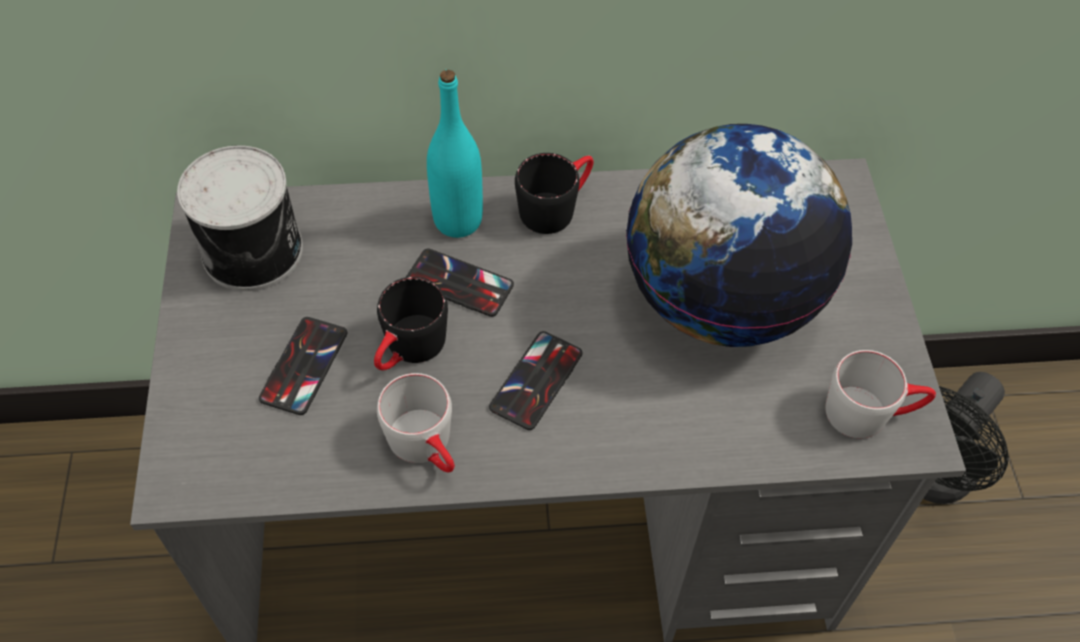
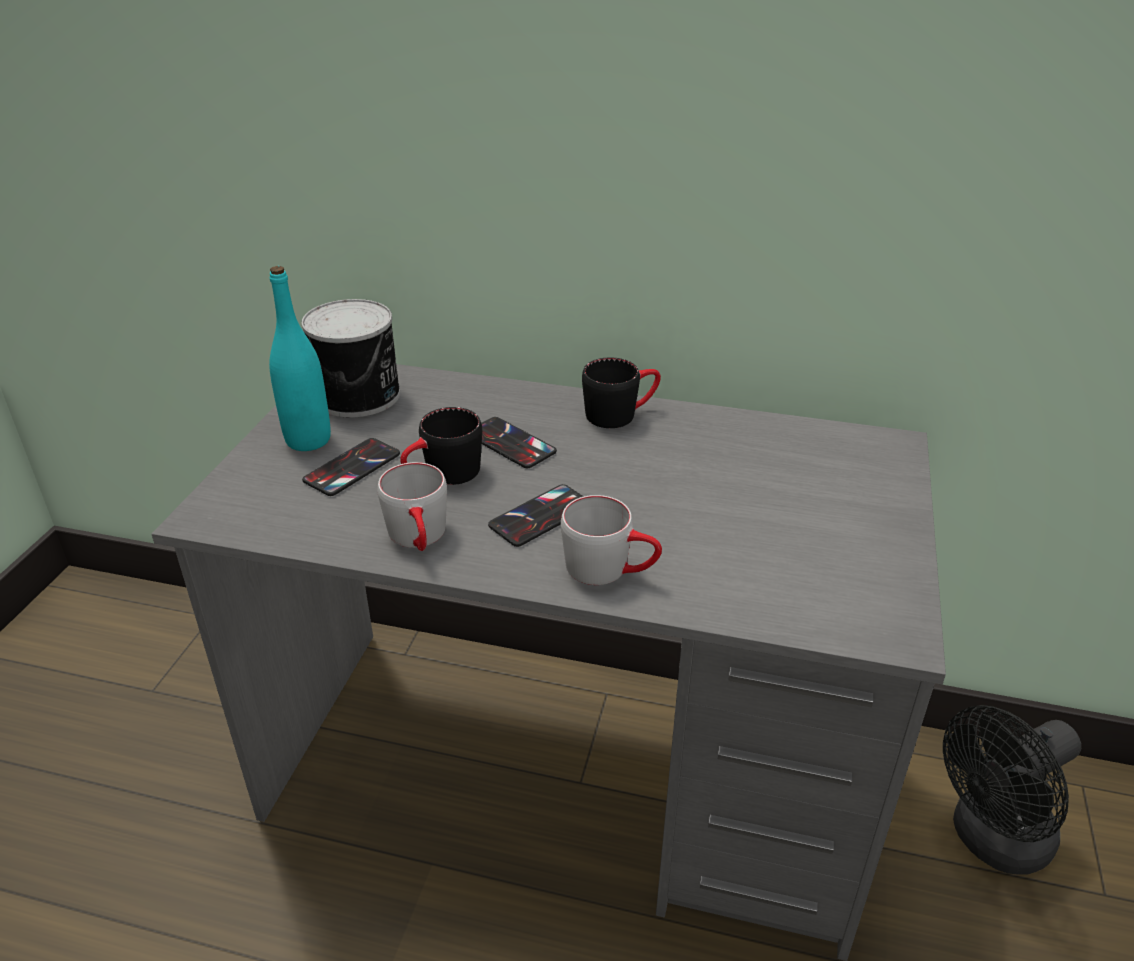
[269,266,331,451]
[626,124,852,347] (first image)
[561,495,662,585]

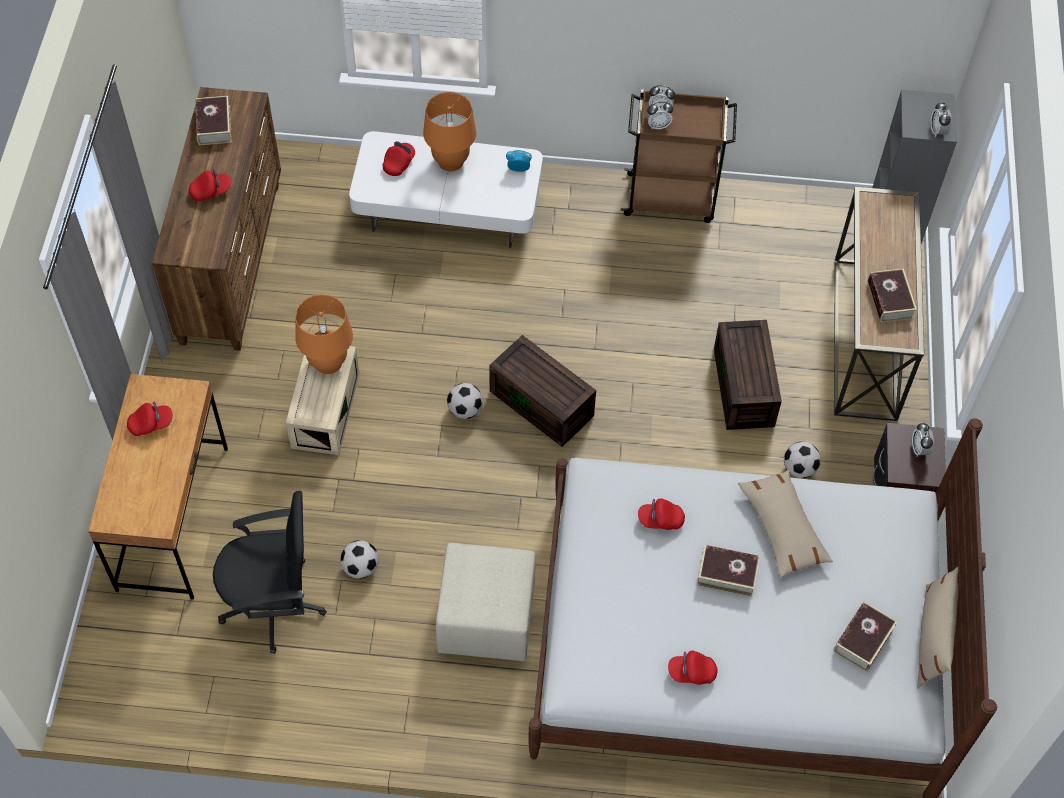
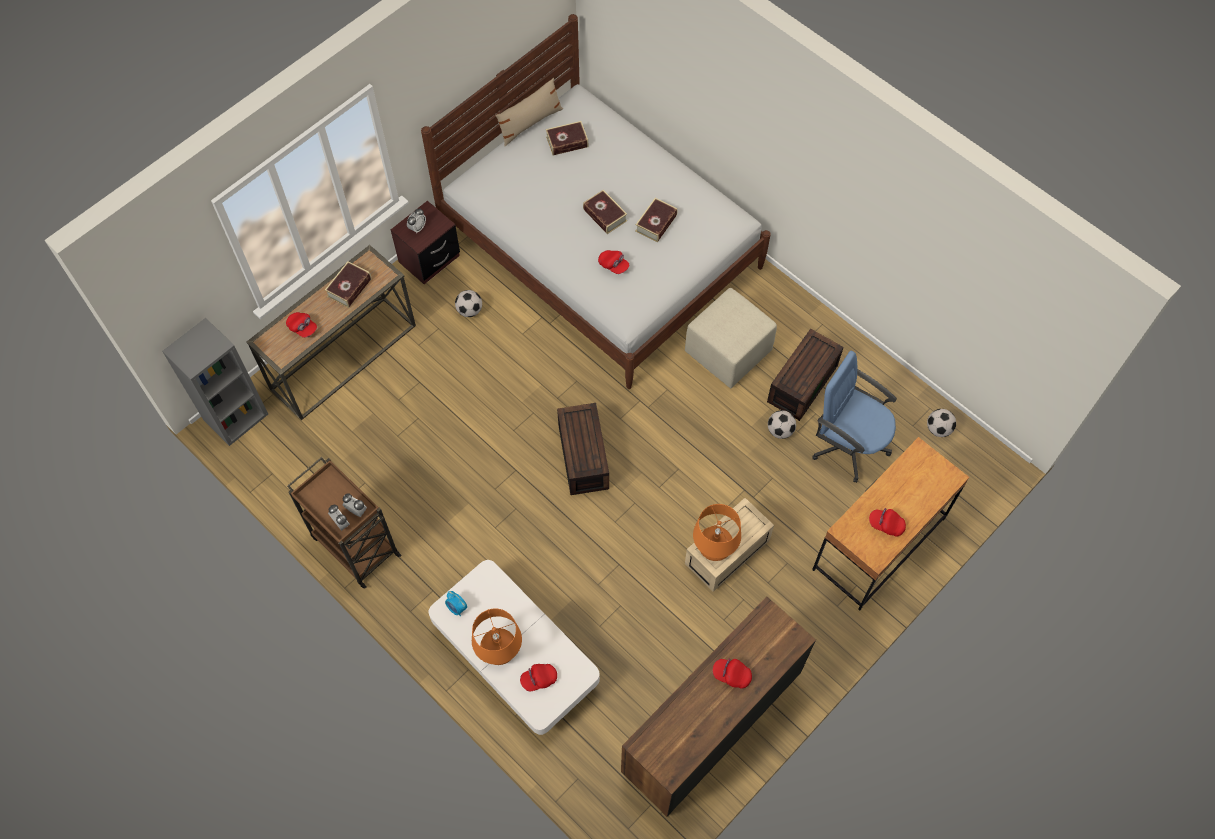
[635,198,677,242]
[812,351,897,483]
[927,409,956,437]
[286,312,317,338]
[767,329,844,421]
[738,470,833,578] (first image)
[931,102,952,137] (first image)

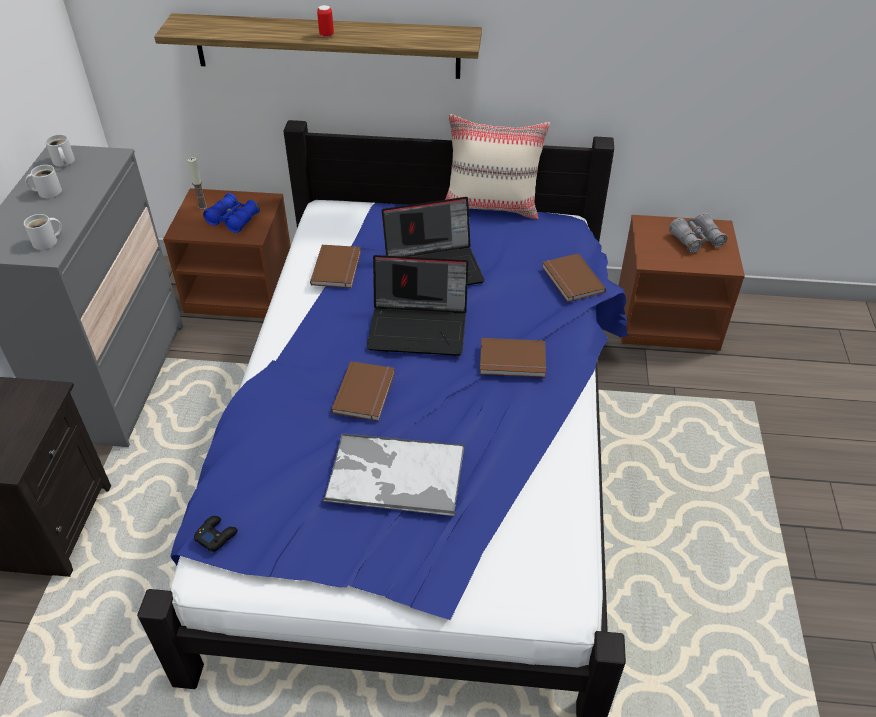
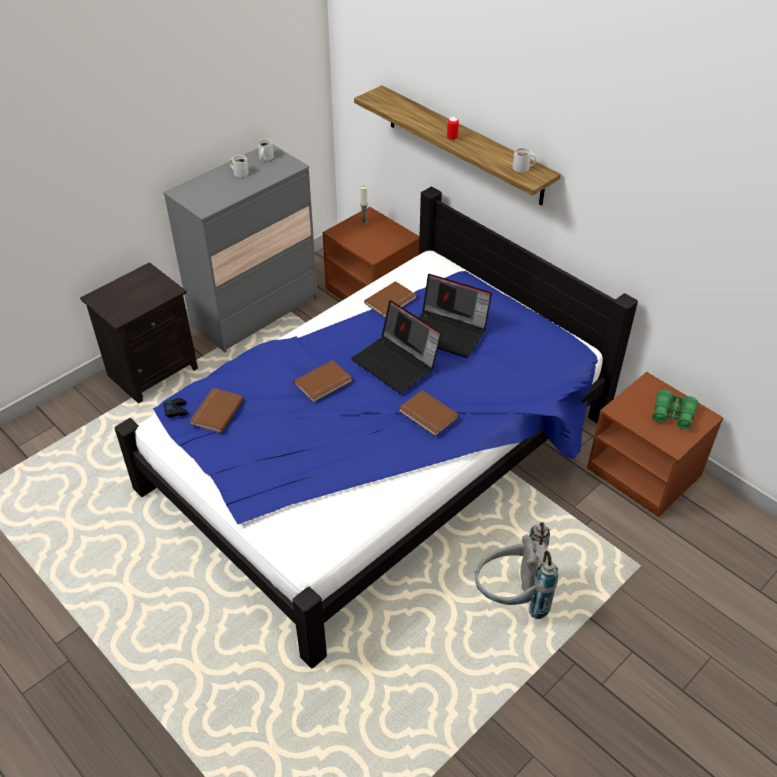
[513,147,536,172]
[203,193,260,233] (first image)
[323,433,465,516] (first image)
[445,114,550,220] (first image)
[190,388,244,433]
[652,390,698,430]
[475,522,558,619]

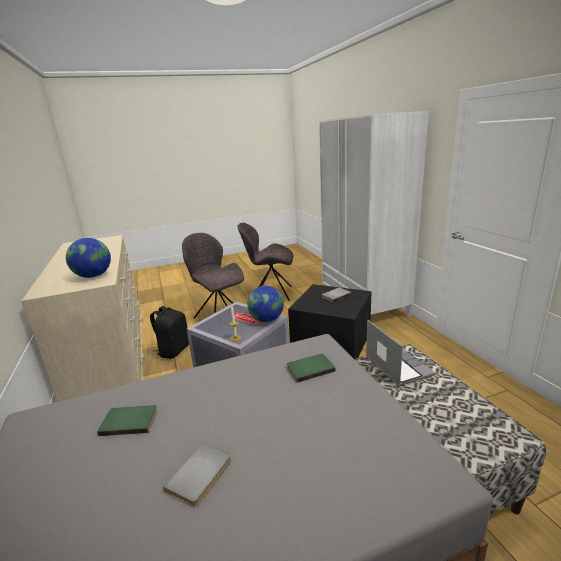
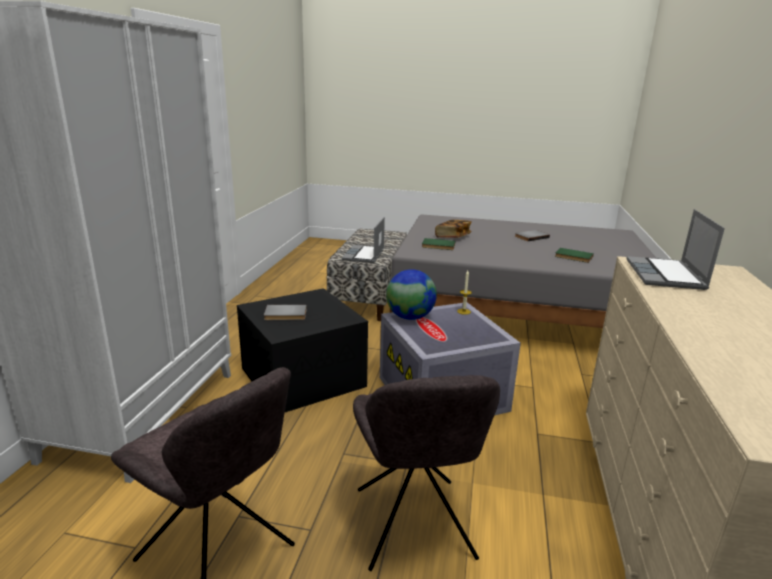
[626,209,725,290]
[150,306,189,359] (first image)
[435,220,472,238]

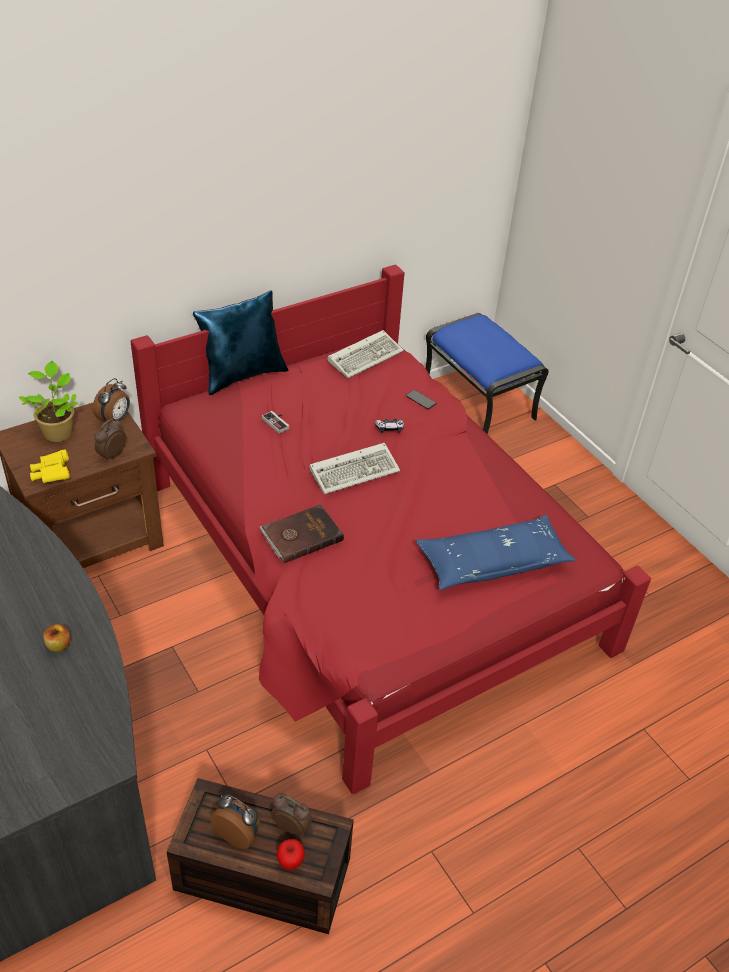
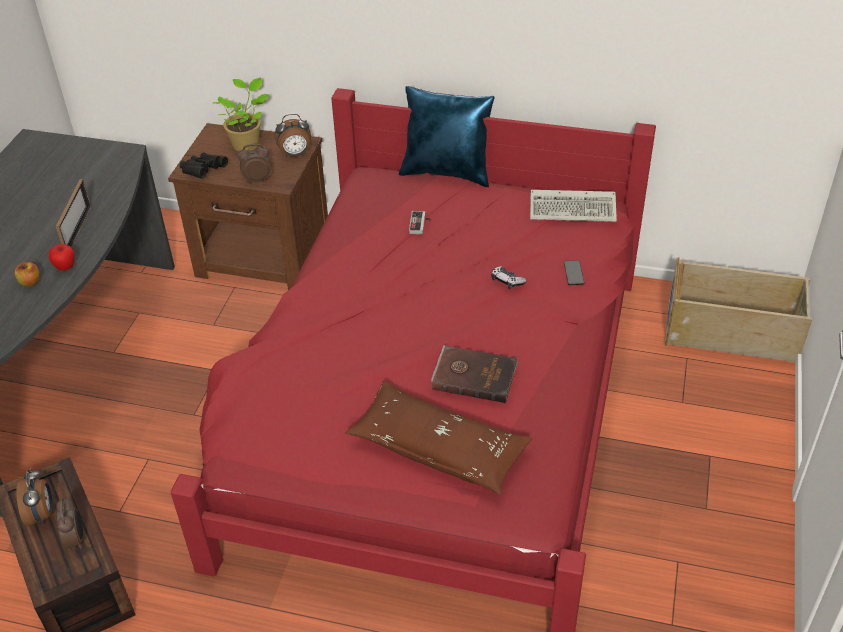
[180,153,228,178]
[431,345,518,403]
[49,244,74,271]
[309,443,400,494] (first image)
[345,381,532,495]
[665,257,812,362]
[56,179,91,248]

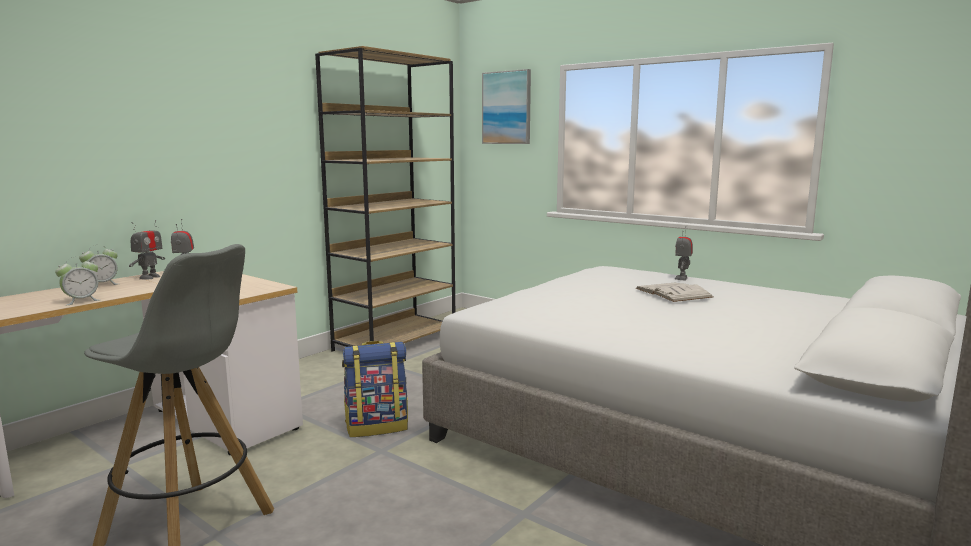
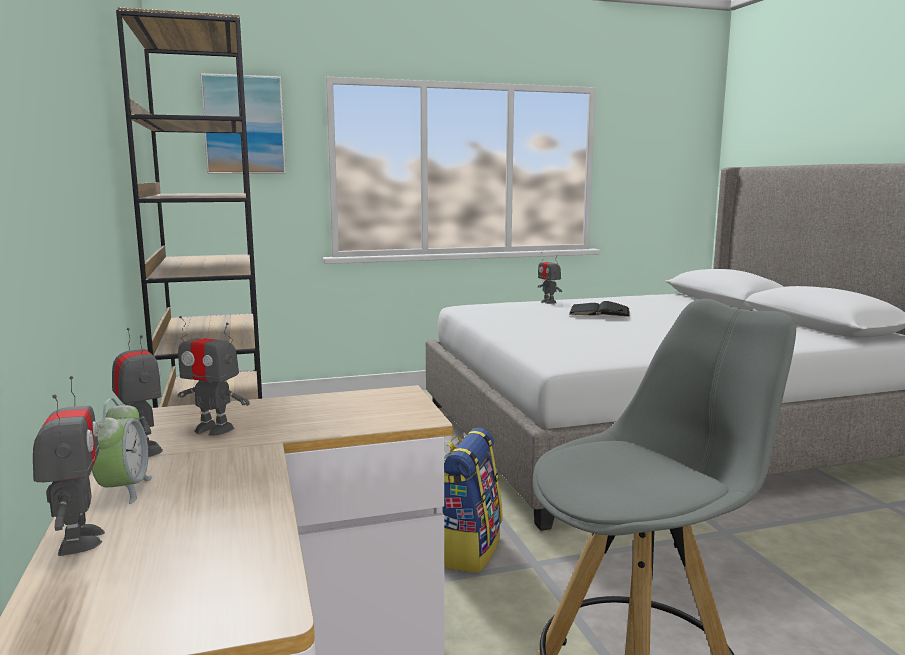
[55,257,100,306] (first image)
[569,301,630,317]
[33,376,105,556]

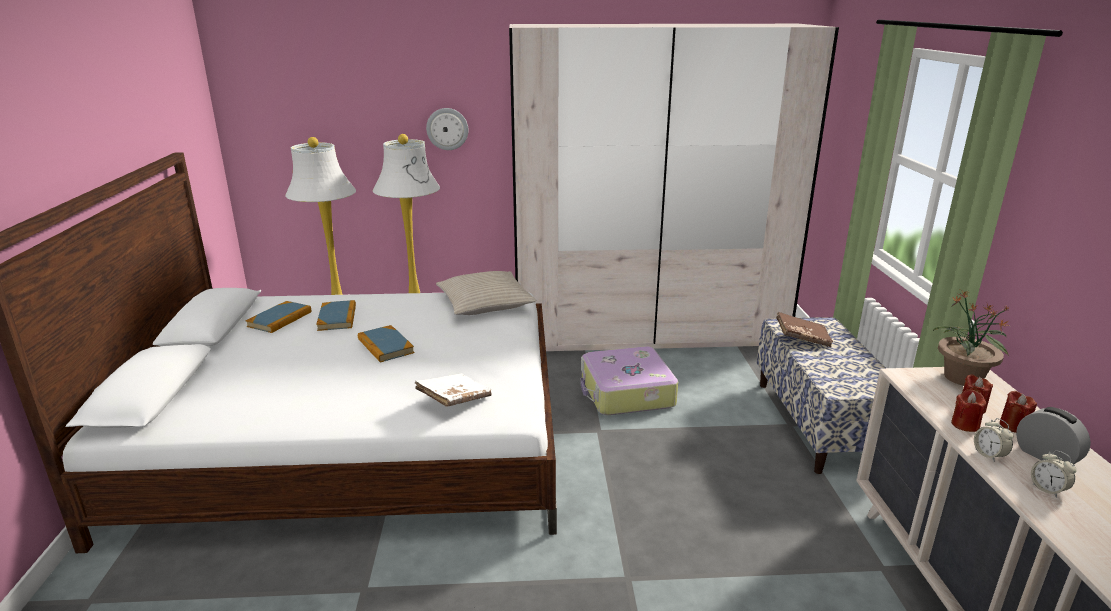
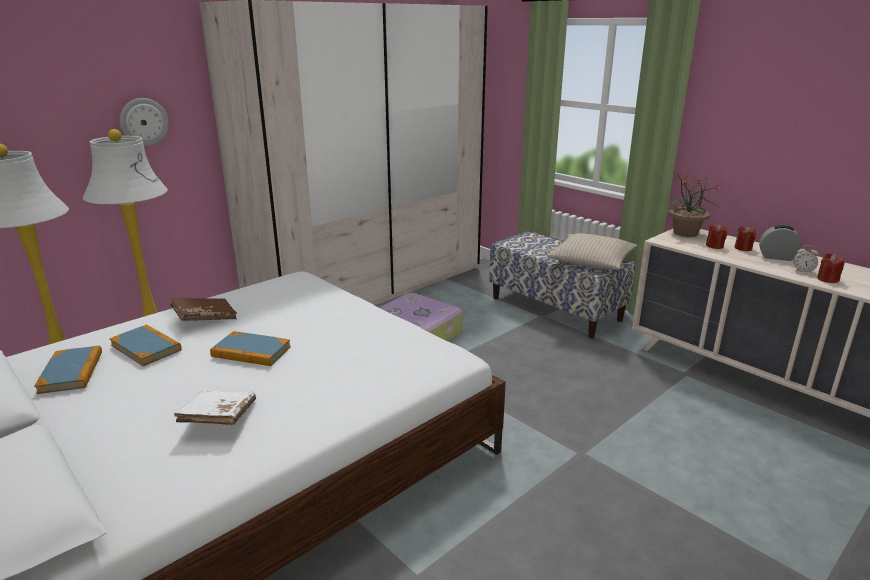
[174,390,256,425]
[546,233,637,270]
[169,298,237,321]
[817,253,845,283]
[974,418,1013,461] (first image)

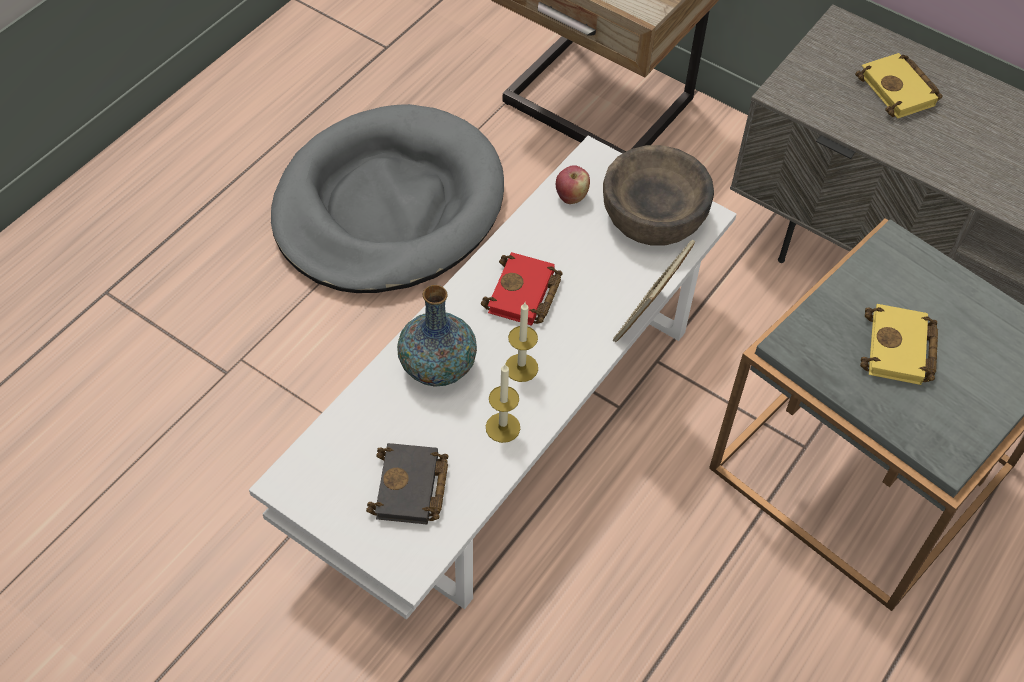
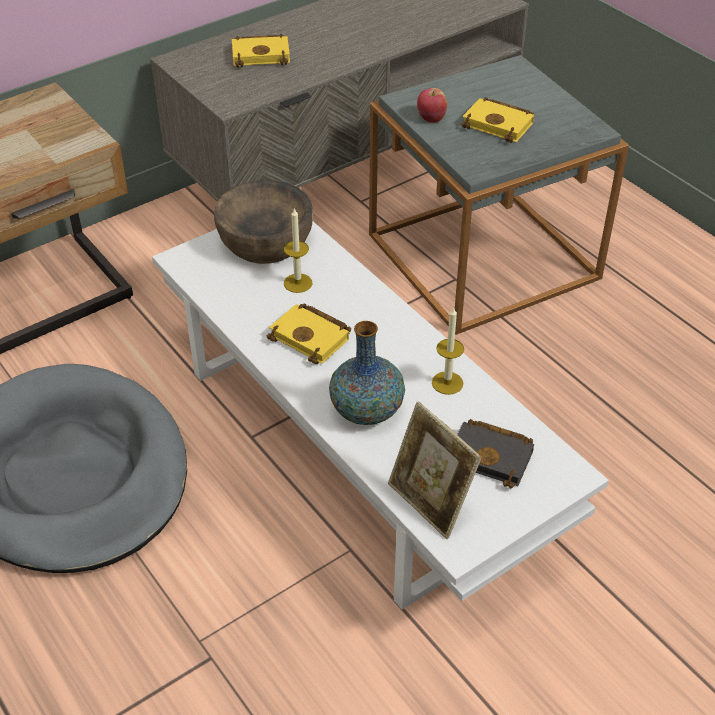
[267,304,351,364]
[284,208,312,293]
[417,88,447,123]
[388,401,482,539]

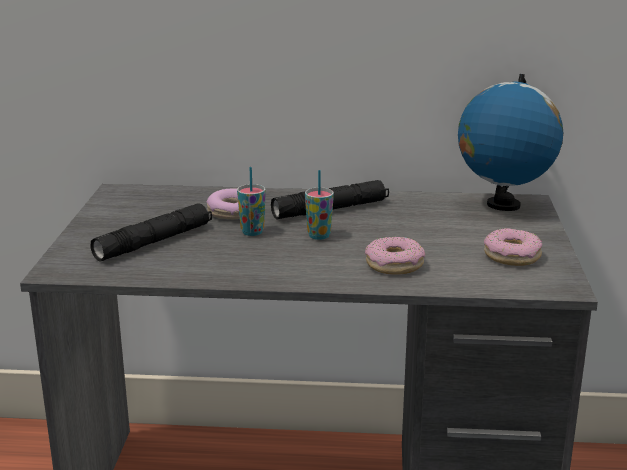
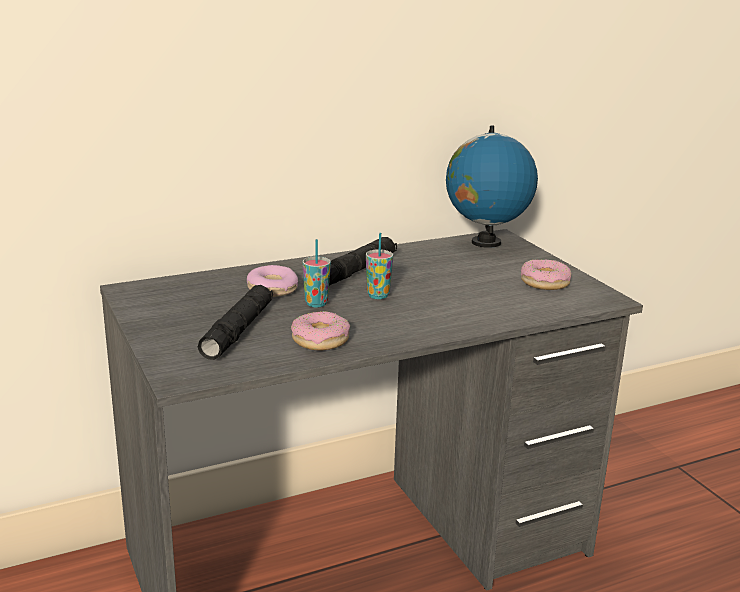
[291,311,350,351]

